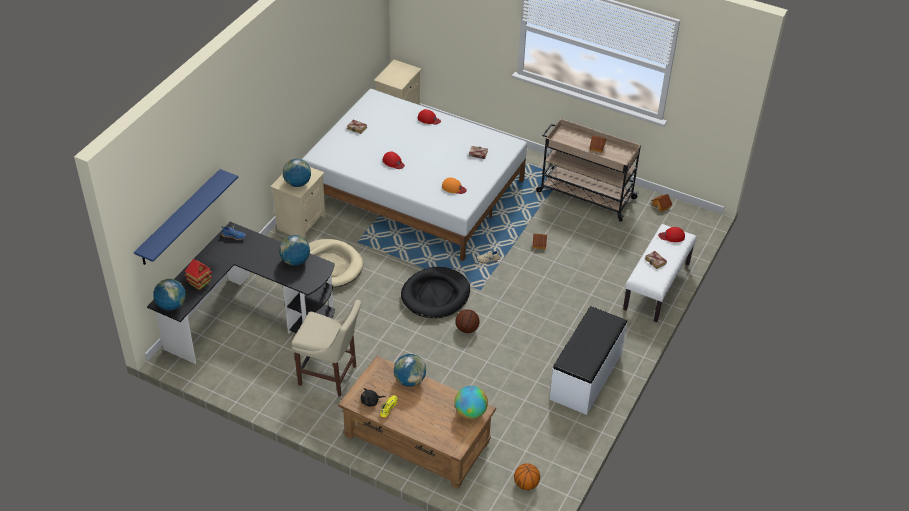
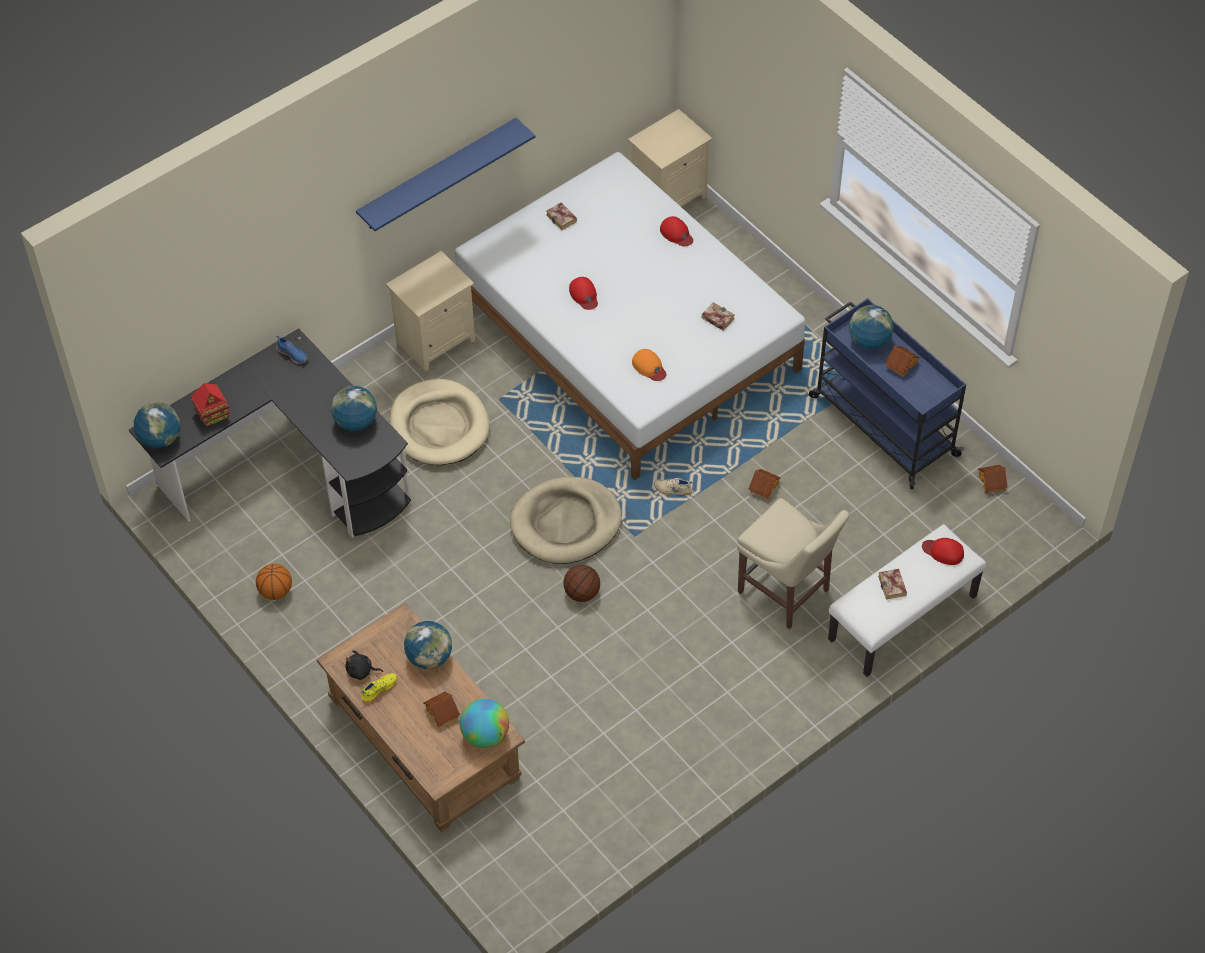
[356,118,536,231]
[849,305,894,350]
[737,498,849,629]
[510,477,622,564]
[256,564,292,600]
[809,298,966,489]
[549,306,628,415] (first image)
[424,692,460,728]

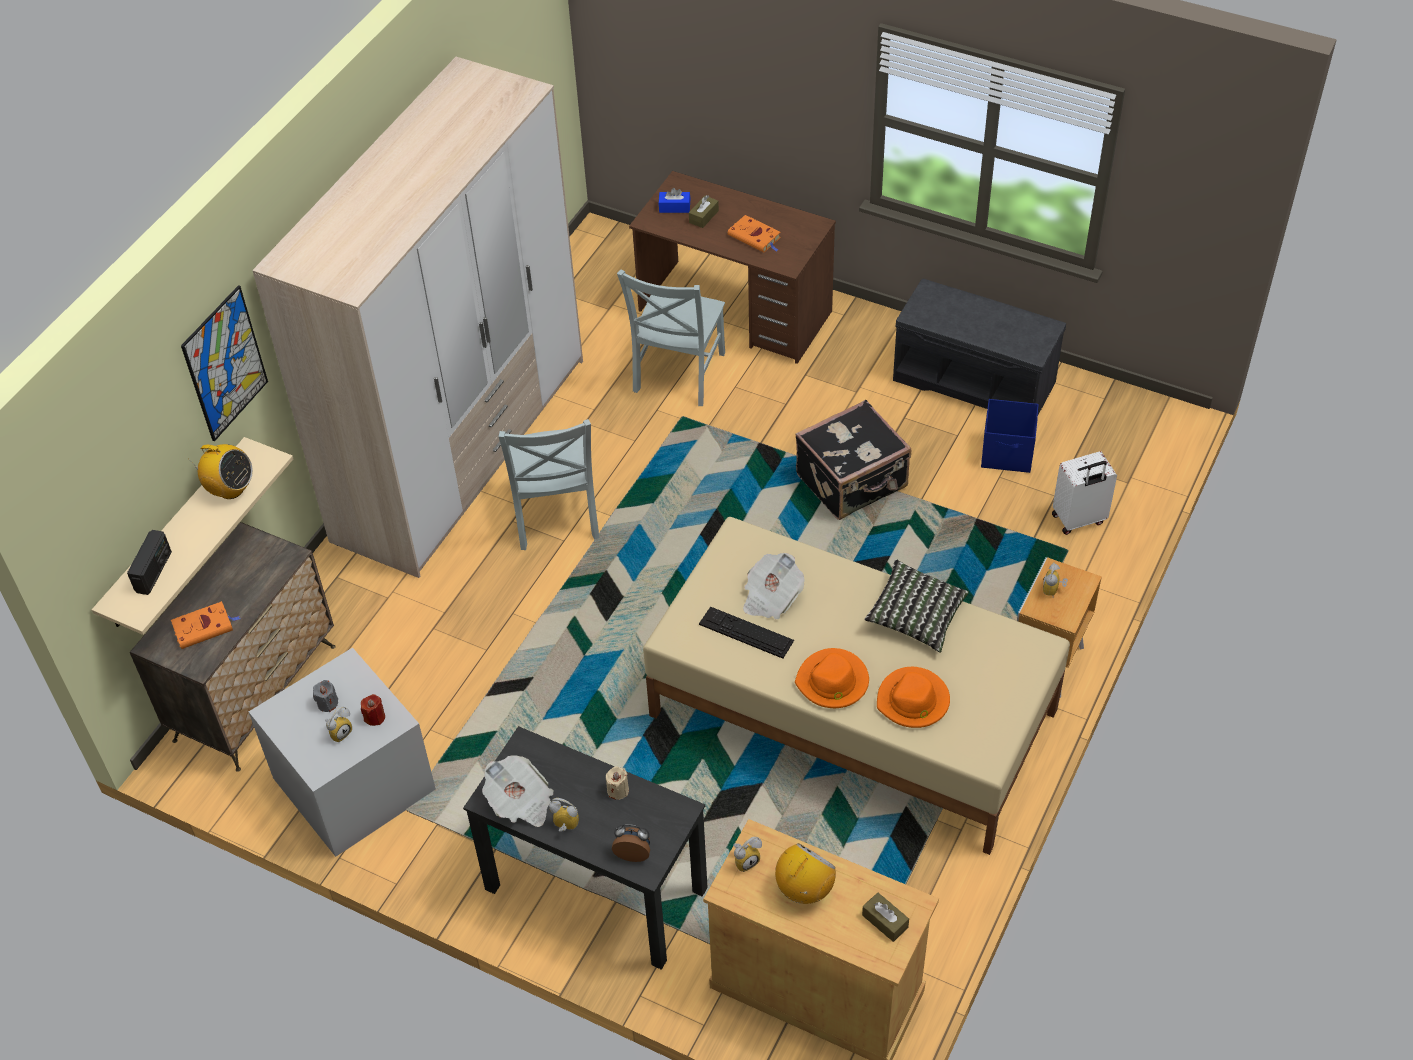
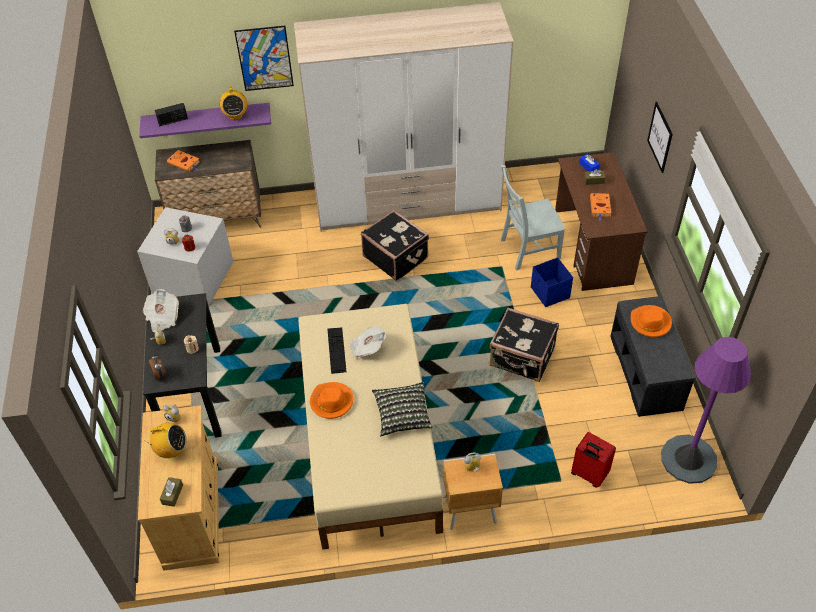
[139,103,271,138]
[361,210,429,281]
[631,305,672,337]
[531,257,573,307]
[571,432,616,488]
[647,102,673,173]
[661,337,751,484]

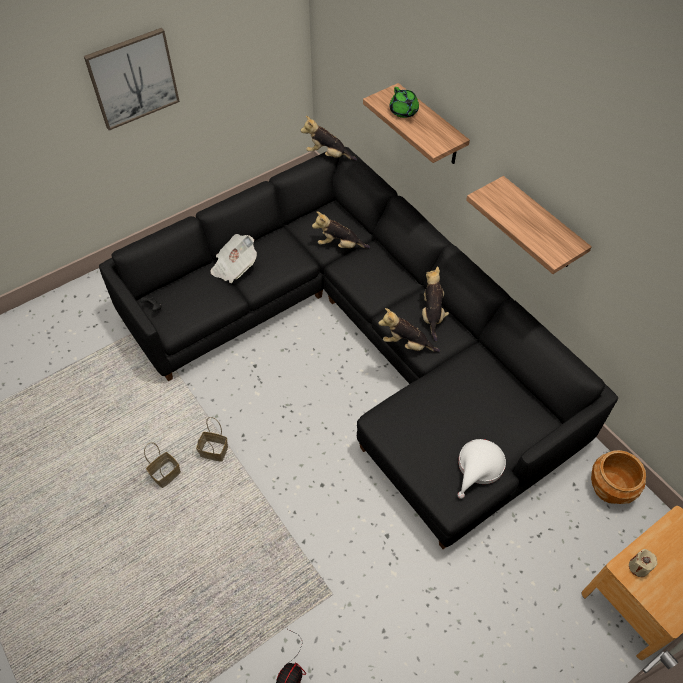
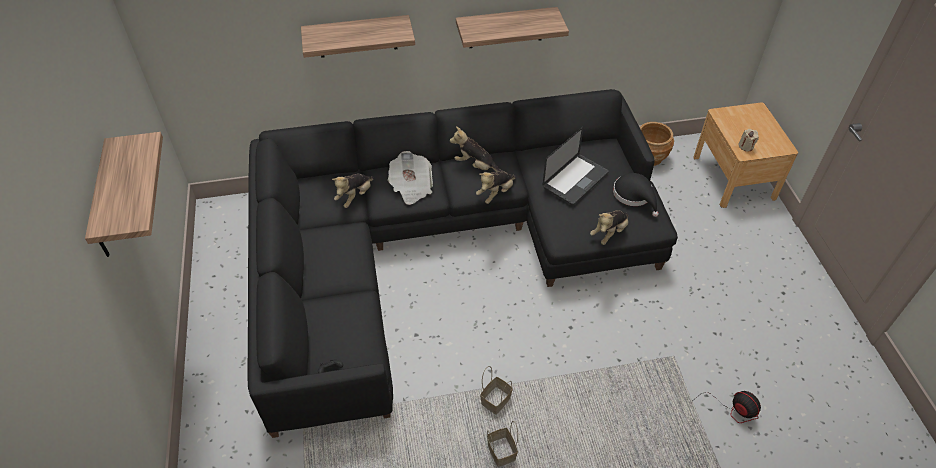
[85,132,163,257]
[388,151,433,205]
[590,210,629,245]
[390,87,419,118] (first image)
[613,173,659,217]
[543,127,609,205]

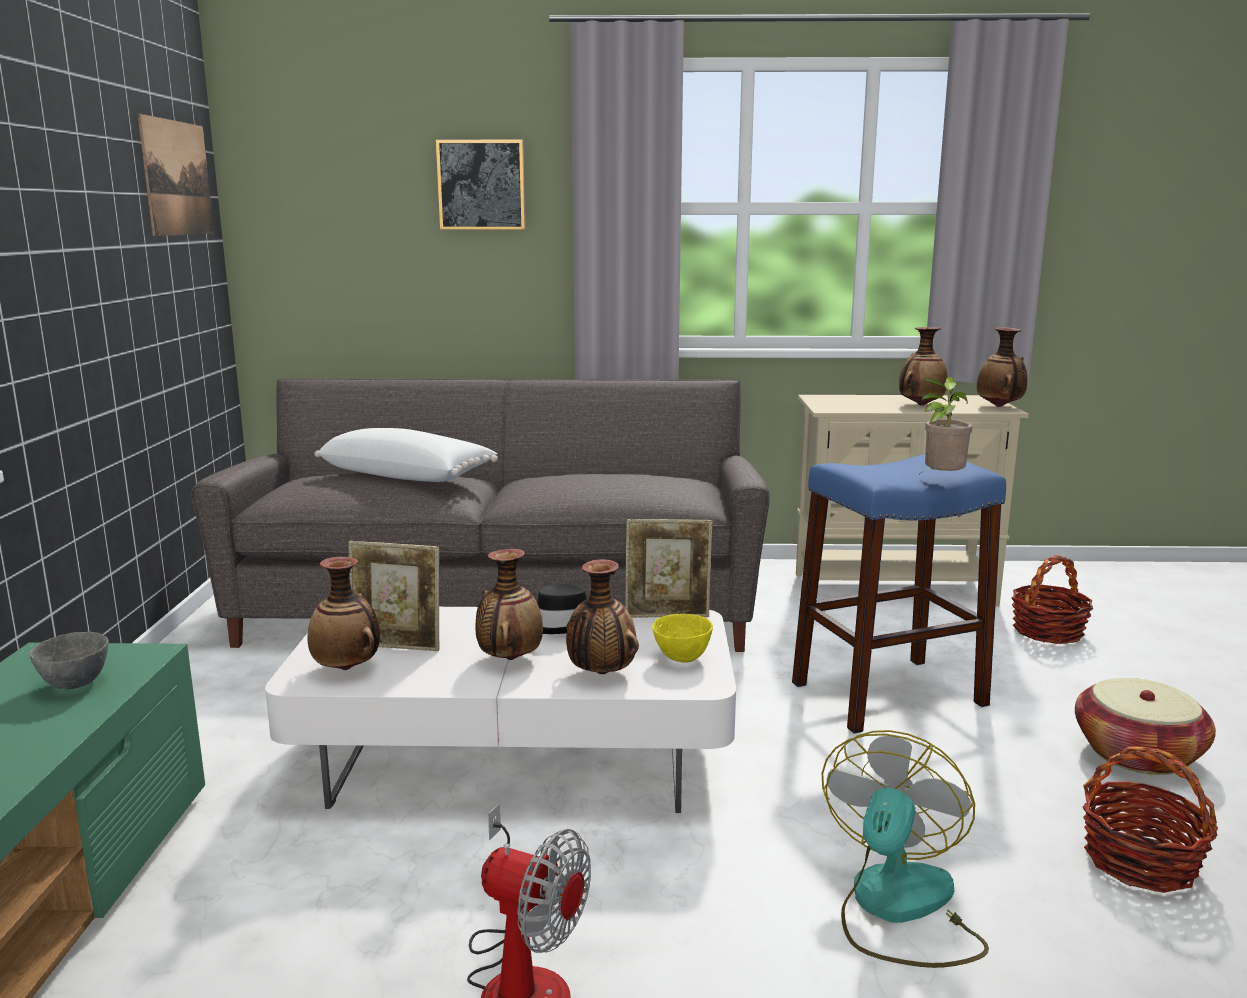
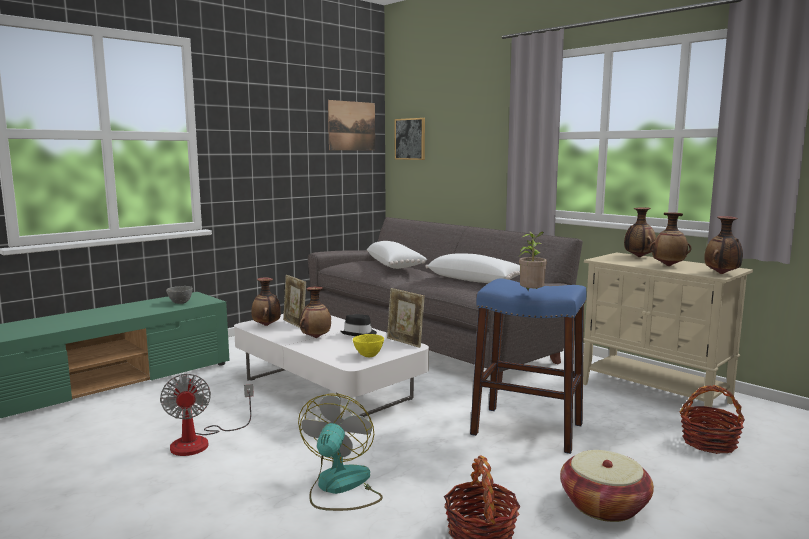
[395,118,425,160]
[624,207,656,257]
[298,394,383,511]
[425,253,520,283]

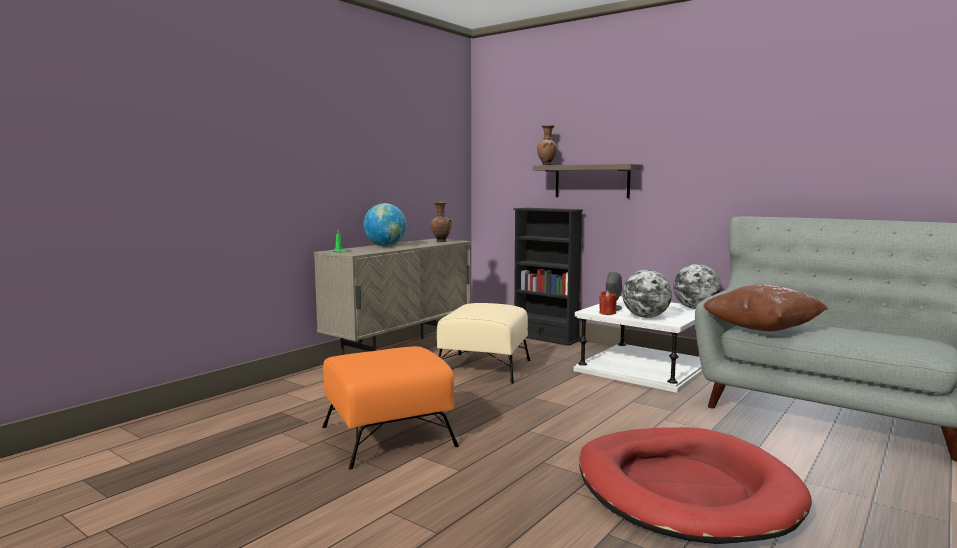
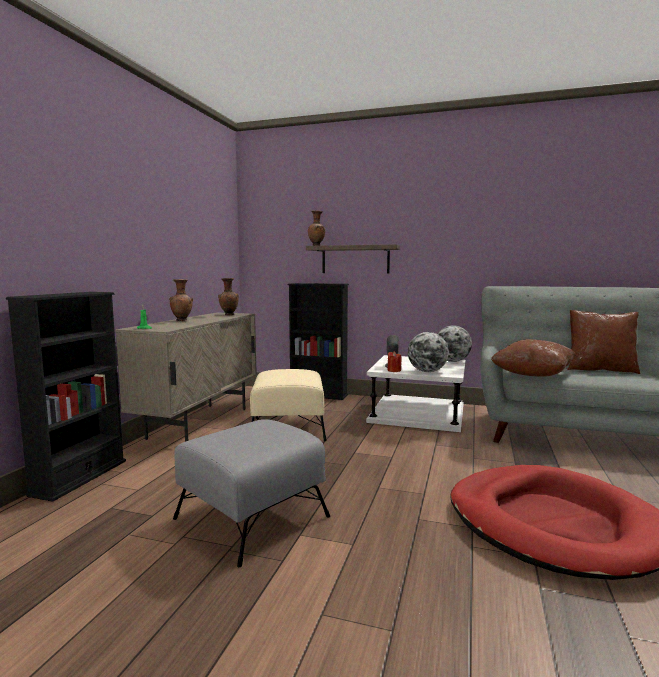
[173,419,330,567]
[169,279,193,321]
[6,292,126,502]
[567,310,640,374]

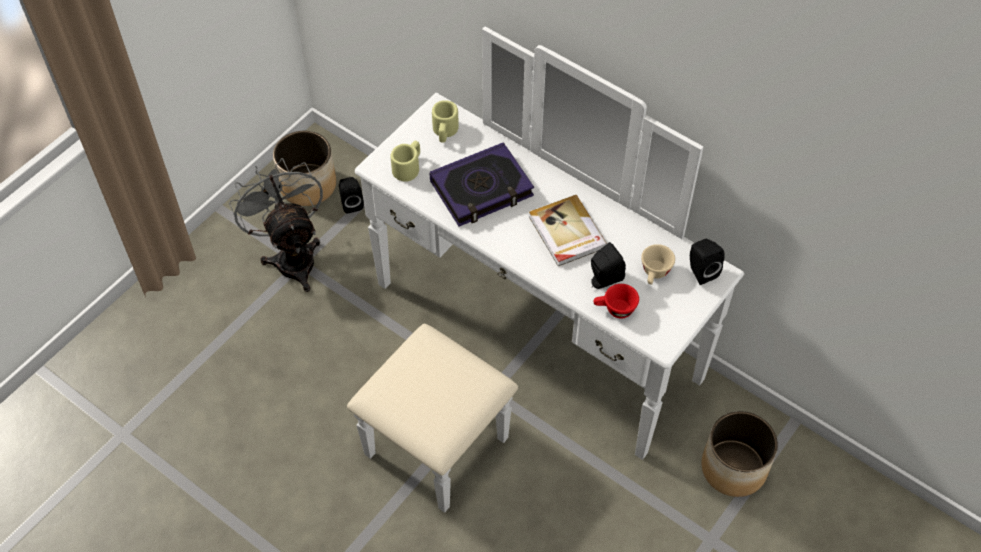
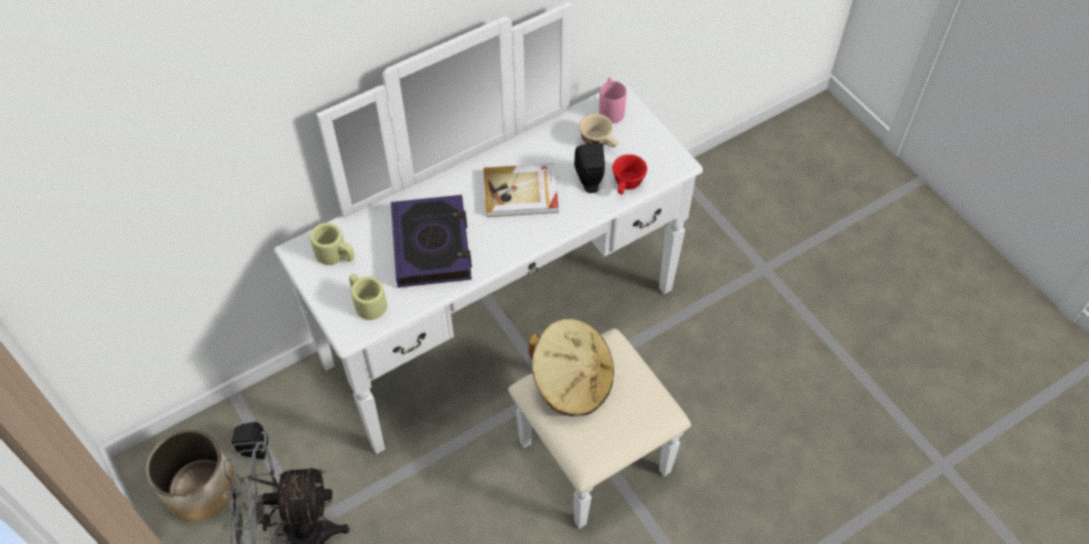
[599,77,626,124]
[701,411,778,497] (first image)
[528,319,614,416]

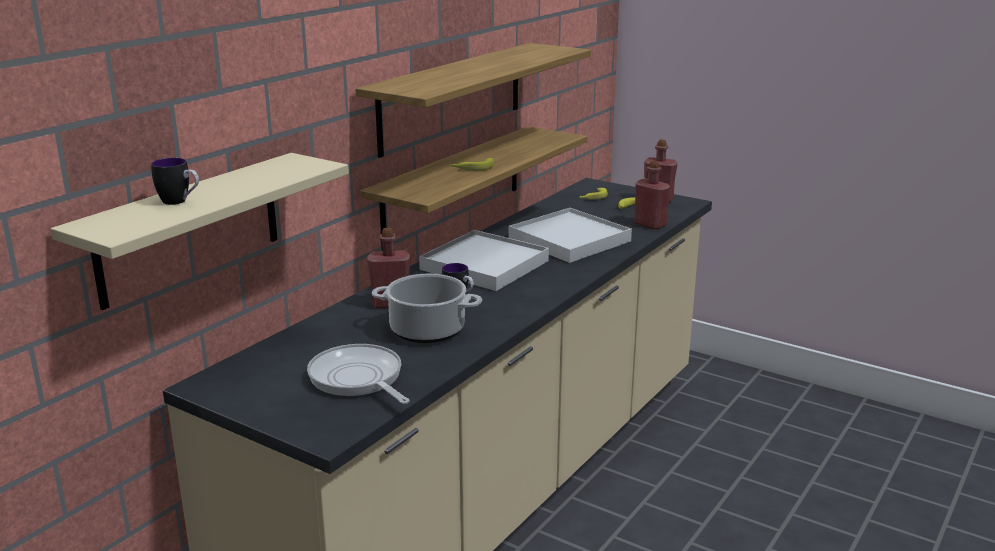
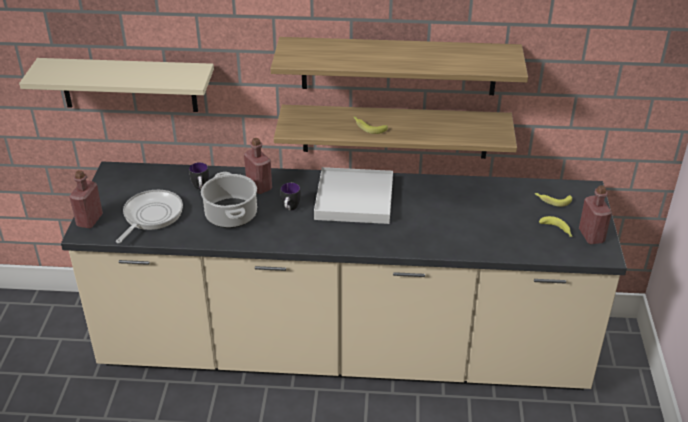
[189,162,209,189]
[508,208,632,263] (first image)
[69,170,103,228]

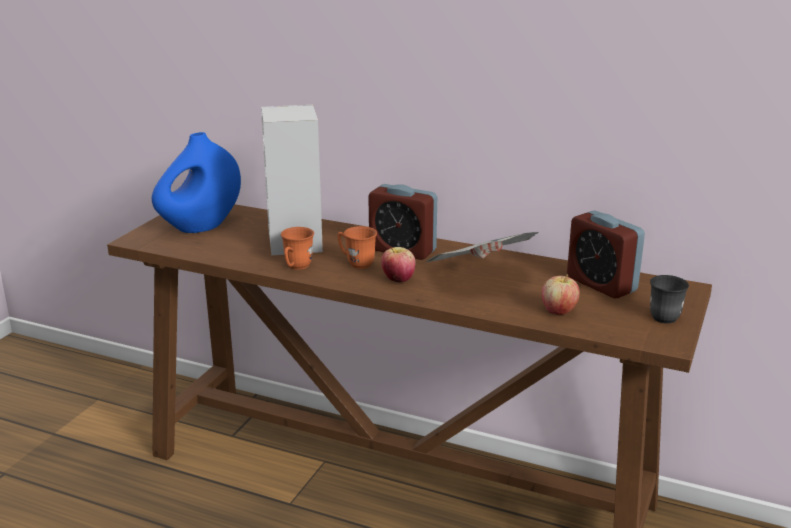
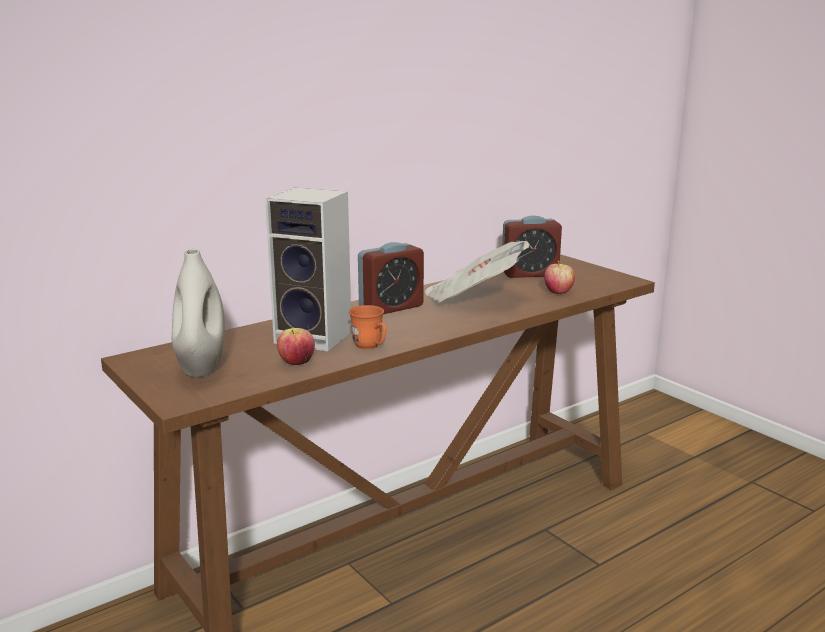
[172,249,225,377]
[337,226,377,269] (first image)
[277,328,315,365]
[650,275,689,324] (first image)

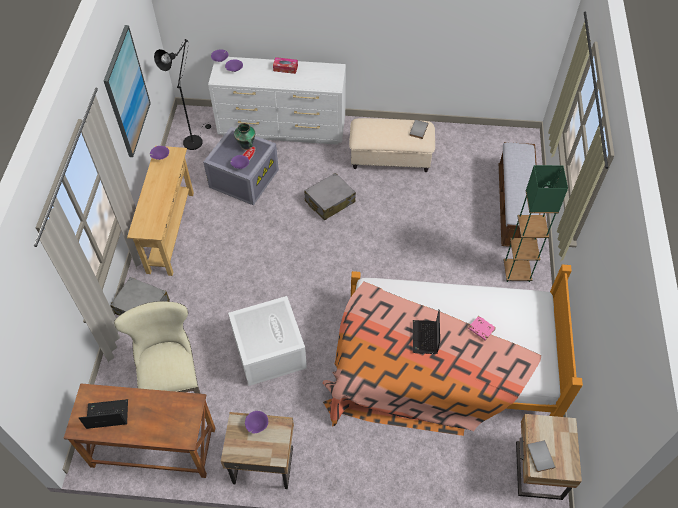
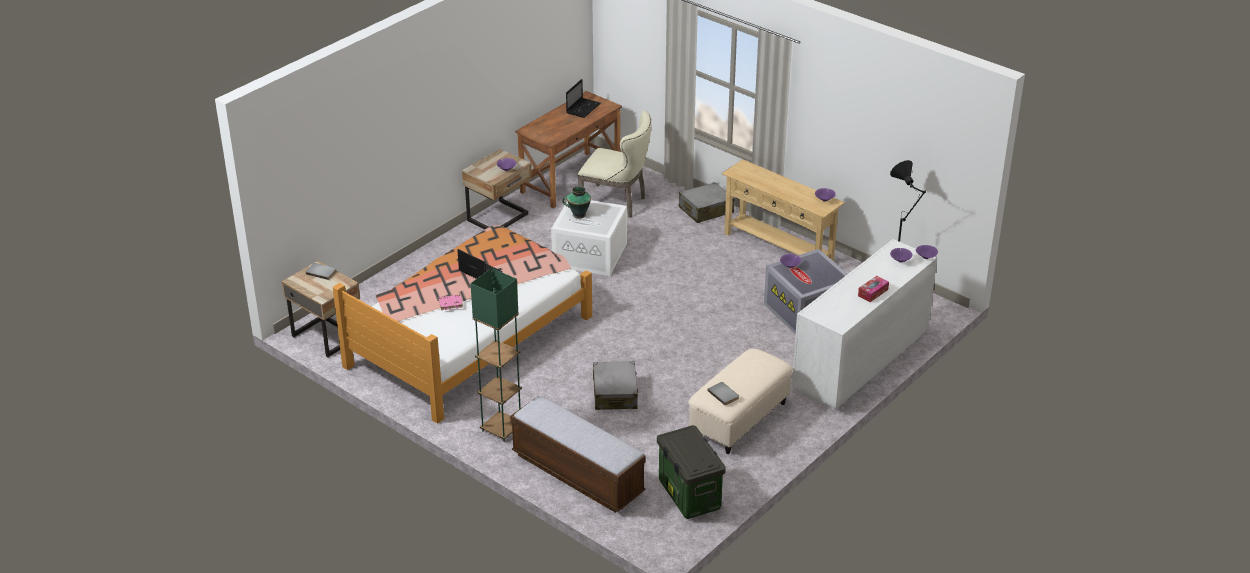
[104,25,151,157] (first image)
[562,186,591,219]
[593,361,639,410]
[657,425,726,519]

